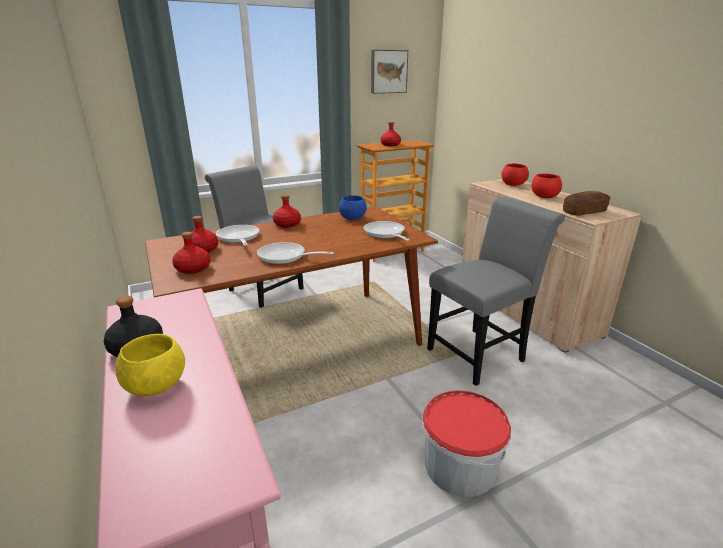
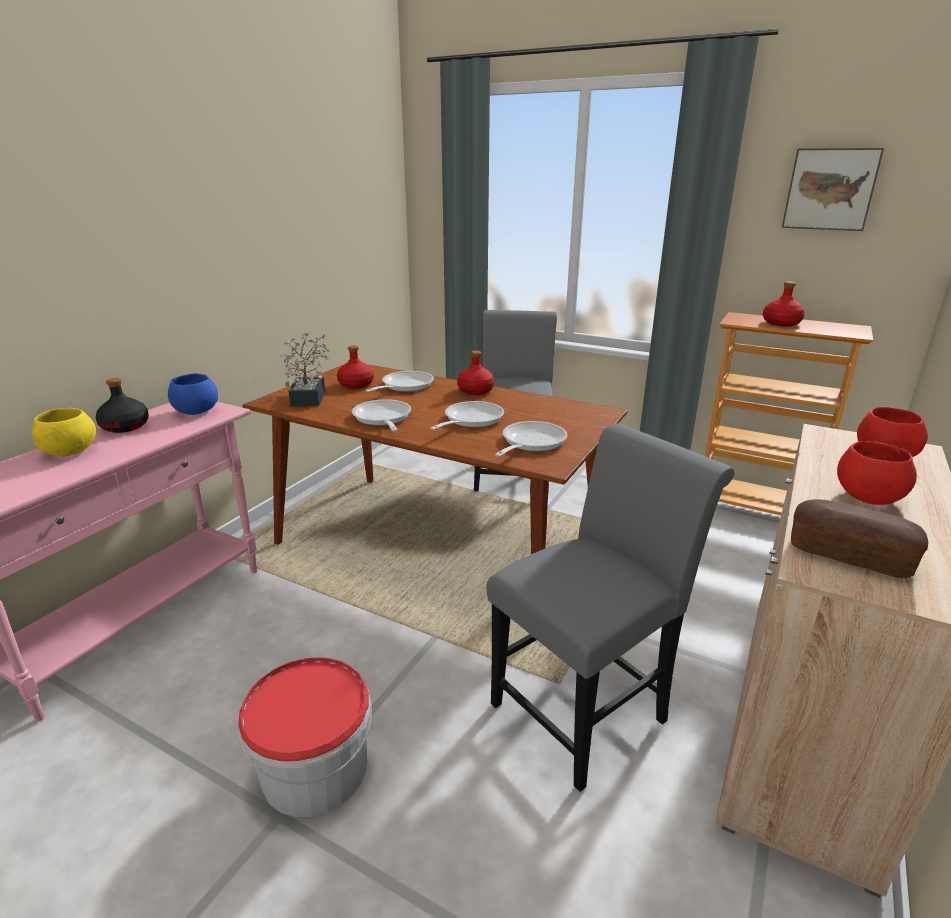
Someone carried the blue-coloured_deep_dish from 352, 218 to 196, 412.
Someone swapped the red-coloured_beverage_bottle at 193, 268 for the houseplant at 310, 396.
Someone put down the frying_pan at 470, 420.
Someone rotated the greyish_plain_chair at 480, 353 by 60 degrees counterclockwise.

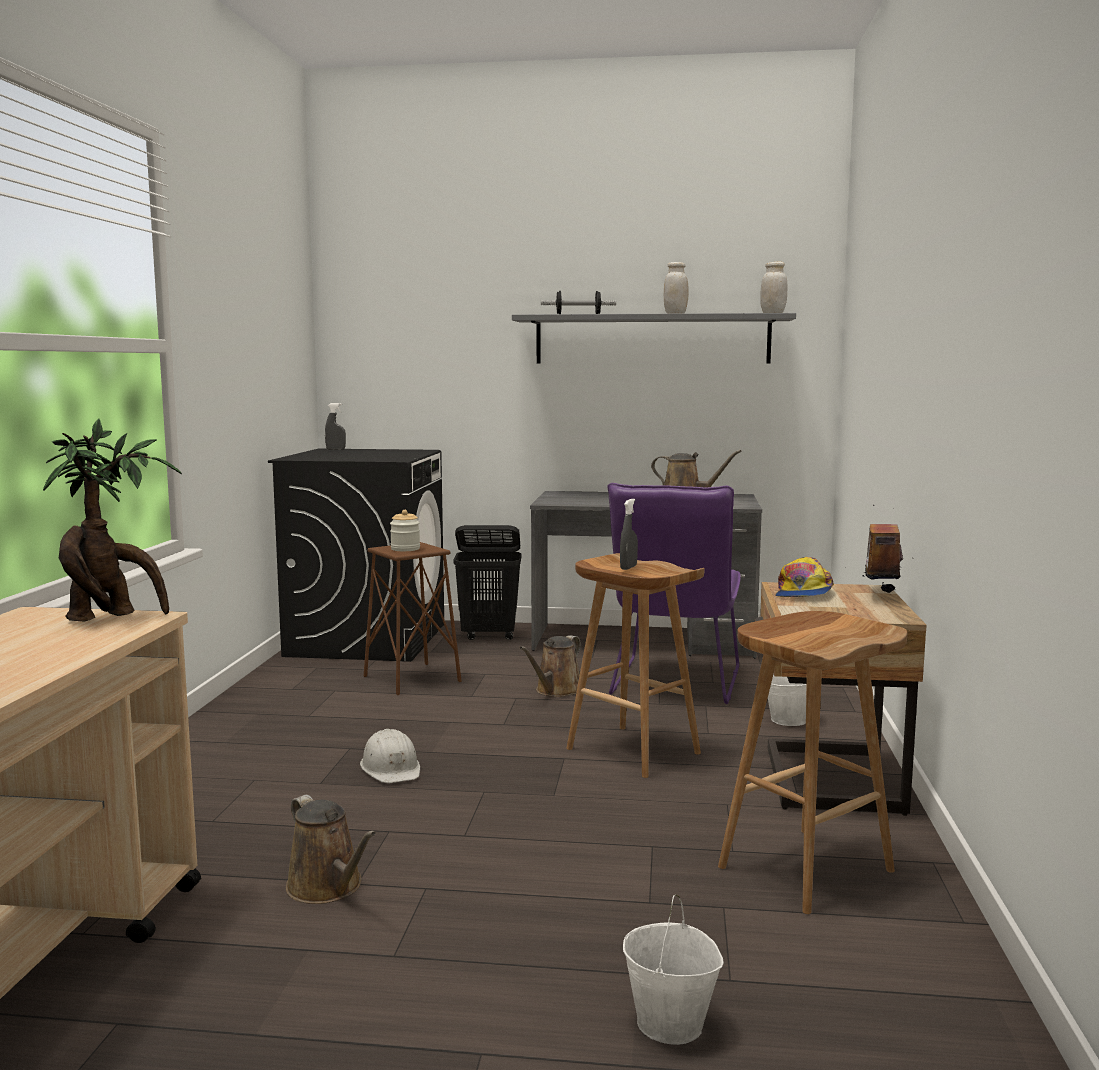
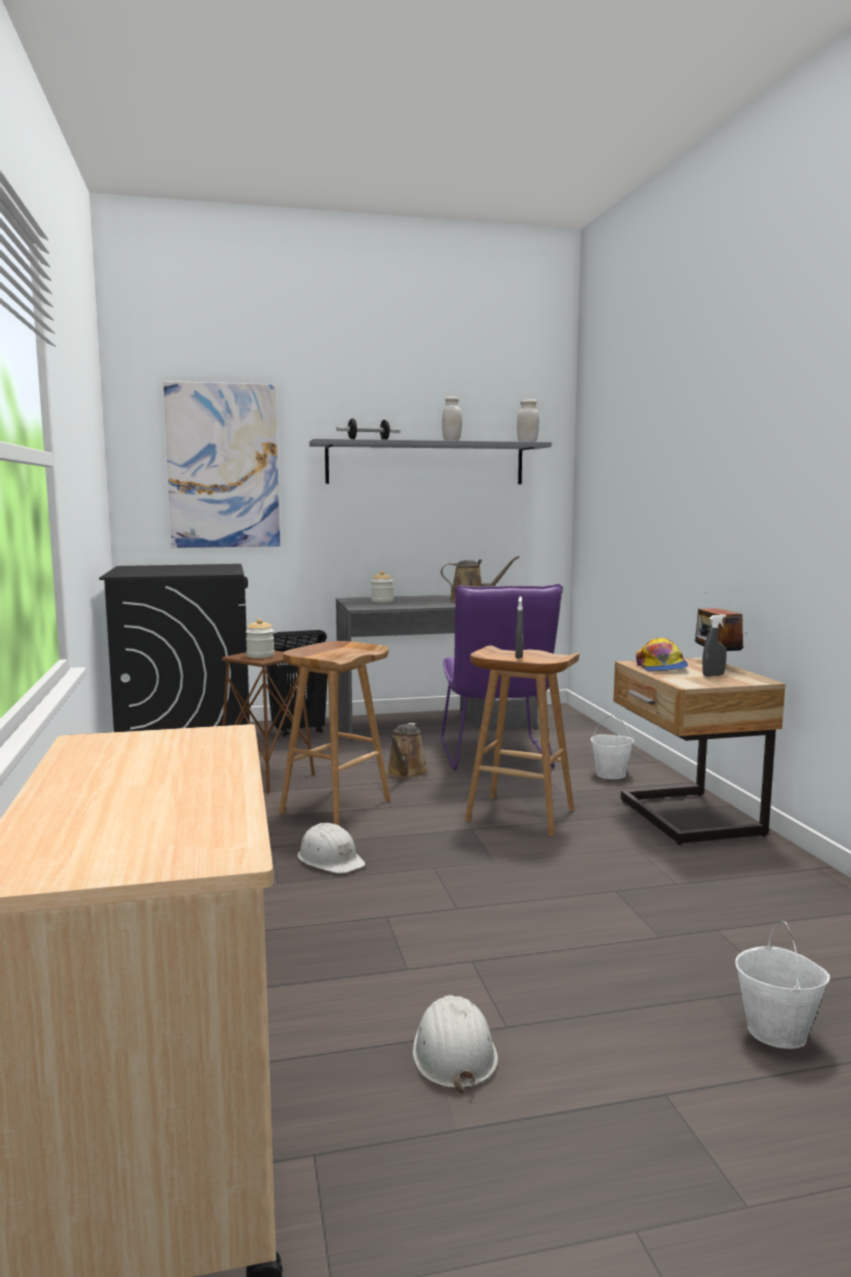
Someone put up the wall_art at 223, 466.
Someone carried the brown-coloured_stool_seat from 805, 867 to 335, 806.
Someone put down the jar at 382, 601.
Someone put down the whitish_work_helmet at 453, 1052.
Someone carried the greyish_sprayer from 335, 449 to 713, 675.
Someone took away the houseplant at 111, 617.
Someone took away the brown-coloured_watering_can at 328, 888.

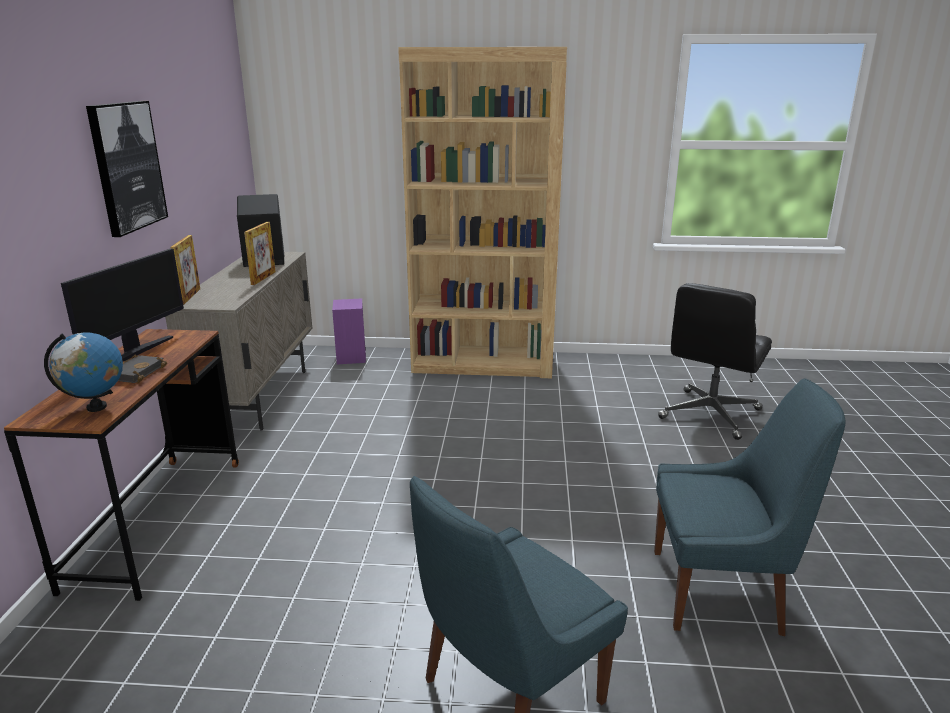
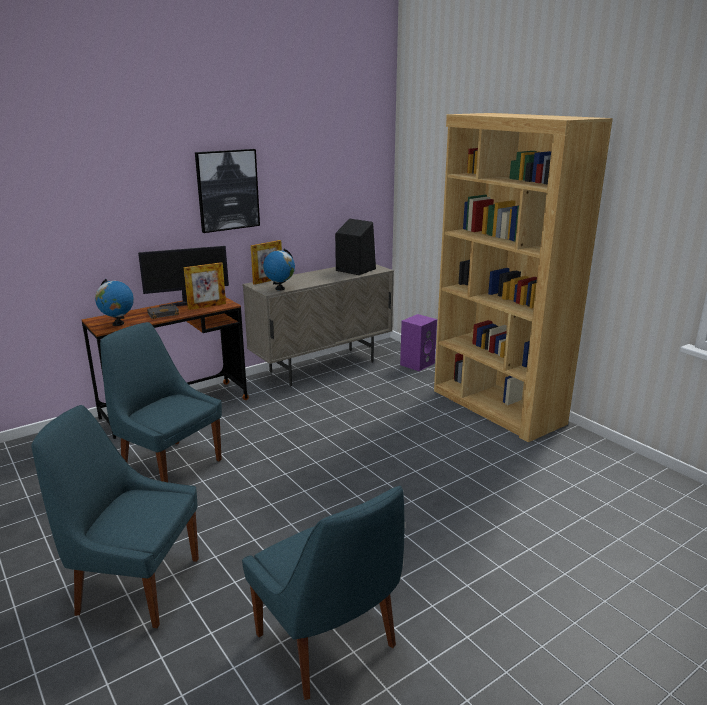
Someone put down the blue-coloured_plain_chair at 169, 465.
Someone carried the standing_frame from 263, 278 to 207, 306.
Someone put down the world_globe at 280, 288.
Someone took away the blackish_computer_chair at 710, 415.

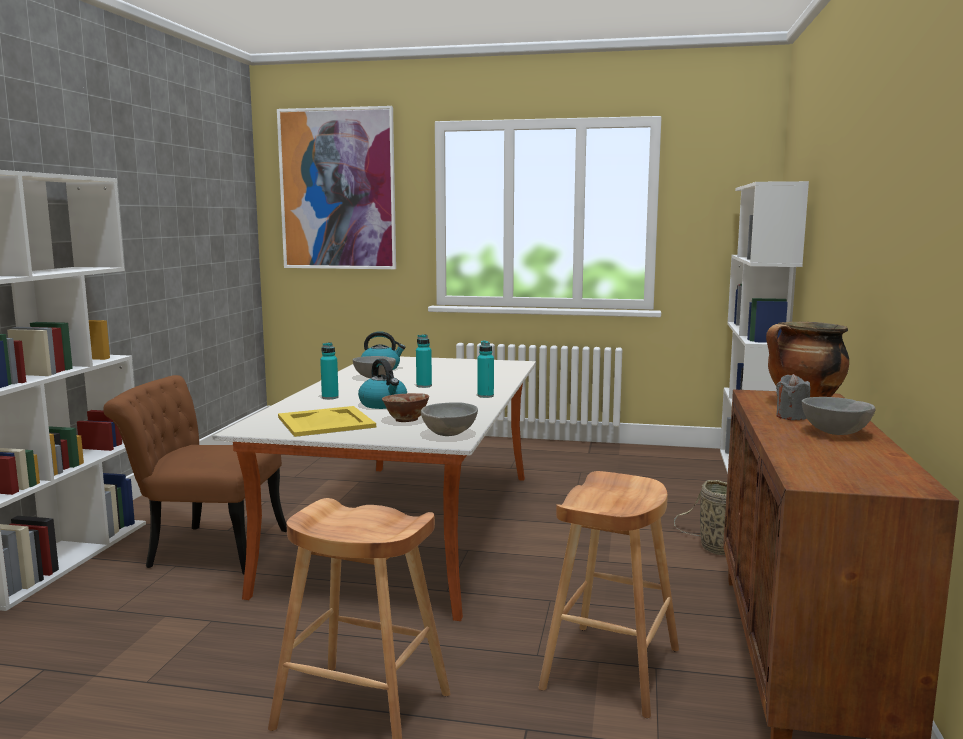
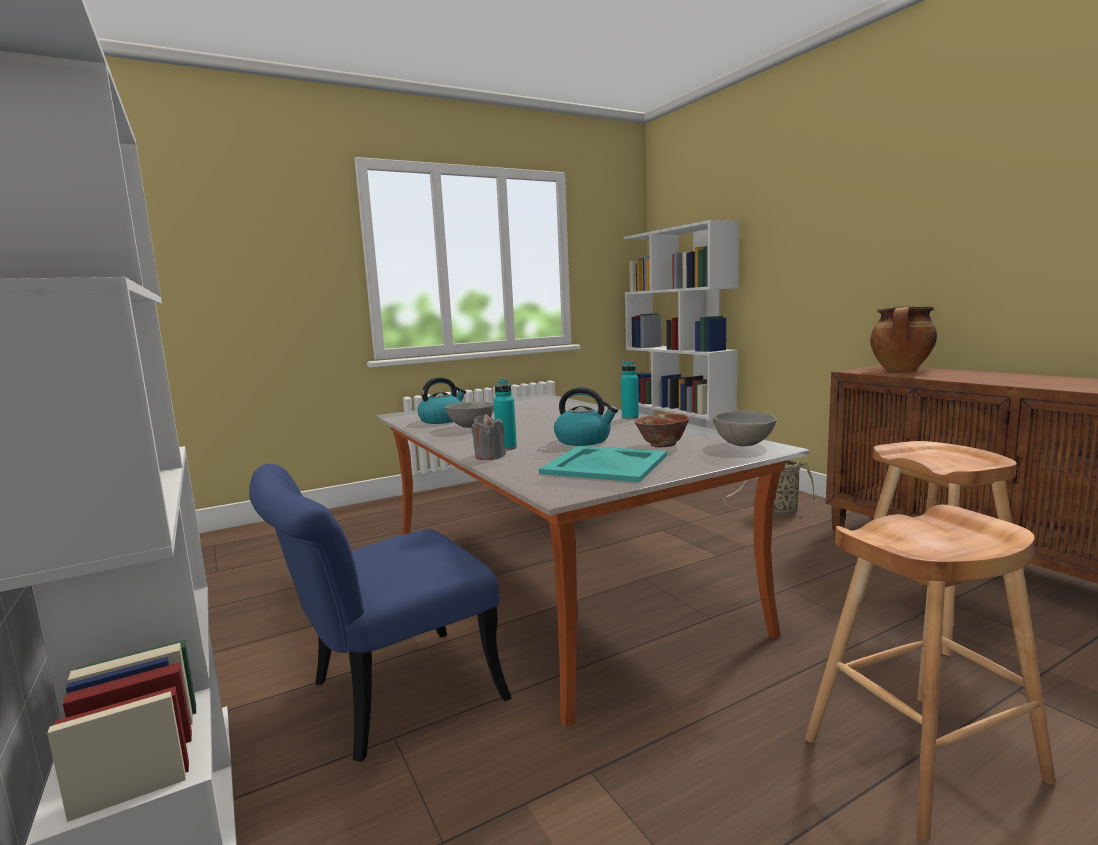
Someone repainted the brown-coloured_plain_chair at 204, 548, which became the blue-coloured_plain_chair at 387, 698.
Someone carried the greyish_candle from 791, 417 to 489, 456.
Someone repainted the yellow-coloured_tray at 326, 422, which became the blue-green_tray at 604, 464.
Someone took away the wall_art at 337, 189.
Someone took away the blue-green_beverage_bottle at 424, 386.
Someone took away the greyish_deep_dish at 834, 432.

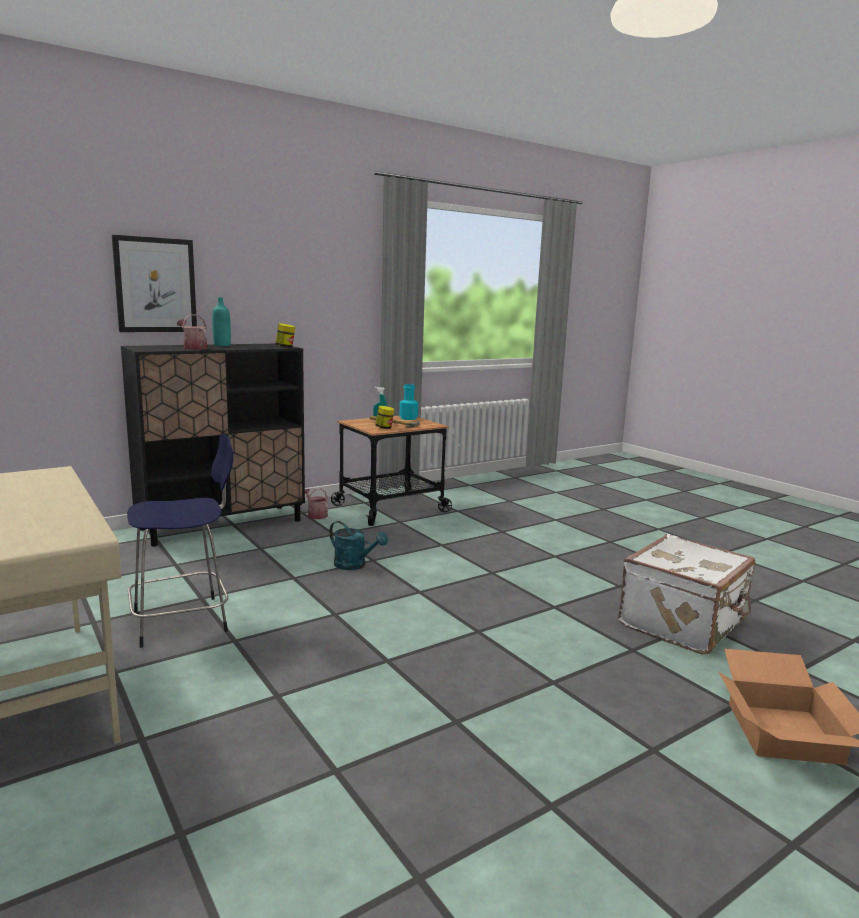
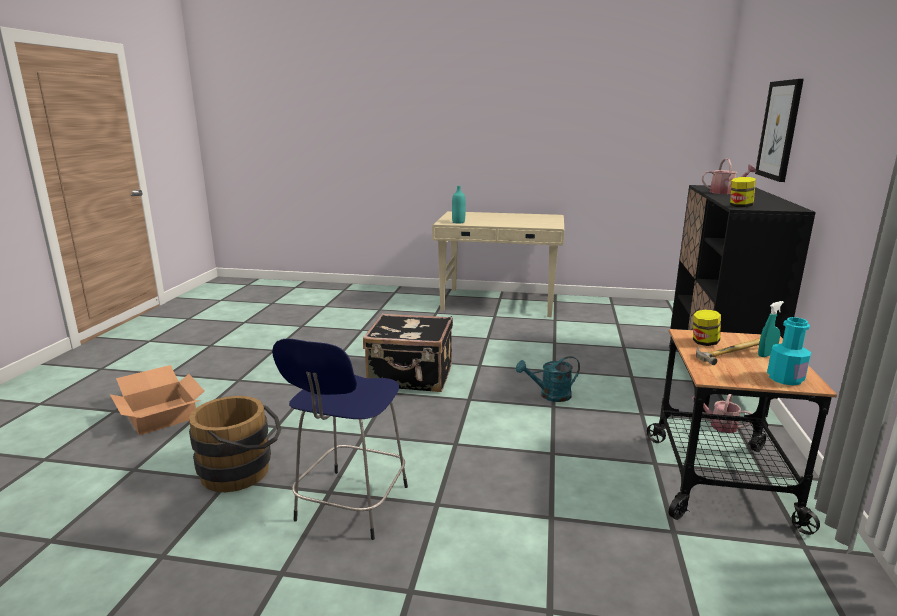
Someone swapped the whitish_suitcase at 684, 624 for the brown-coloured_bucket at 242, 472.
Someone carried the blue-coloured_stool_seat from 184, 620 to 350, 505.
Someone put down the blackish_suitcase at 411, 377.
Someone carried the blue-green_beverage_bottle from 222, 345 to 458, 222.
Someone rotated the watering_can at 316, 515 by 150 degrees counterclockwise.

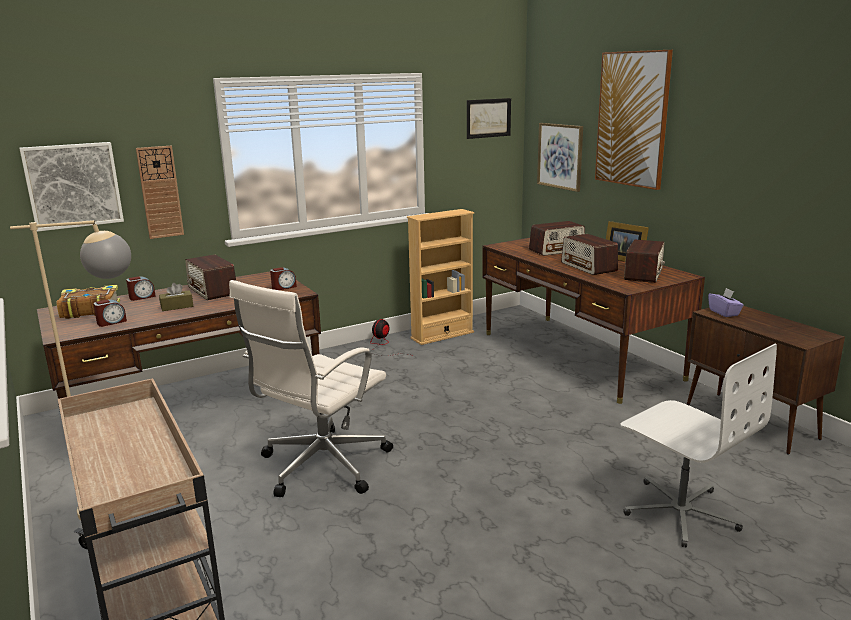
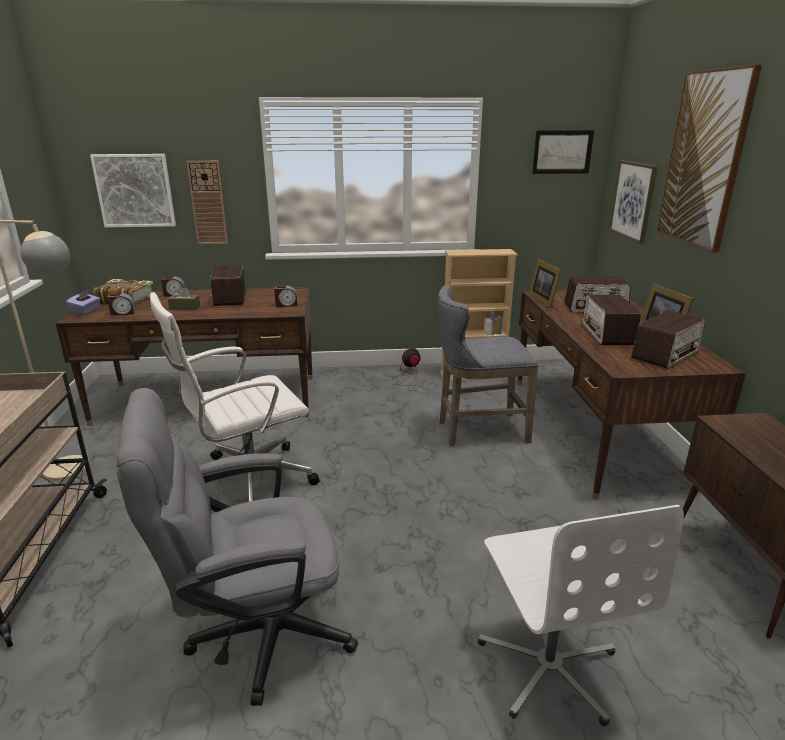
Someone carried the purple_box_of_tissues from 724, 312 to 86, 312.
Someone put down the greyish_computer_chair at 256, 634.
Someone put down the greyish_stool_seat at 477, 431.
Someone put down the standing_frame at 544, 300.

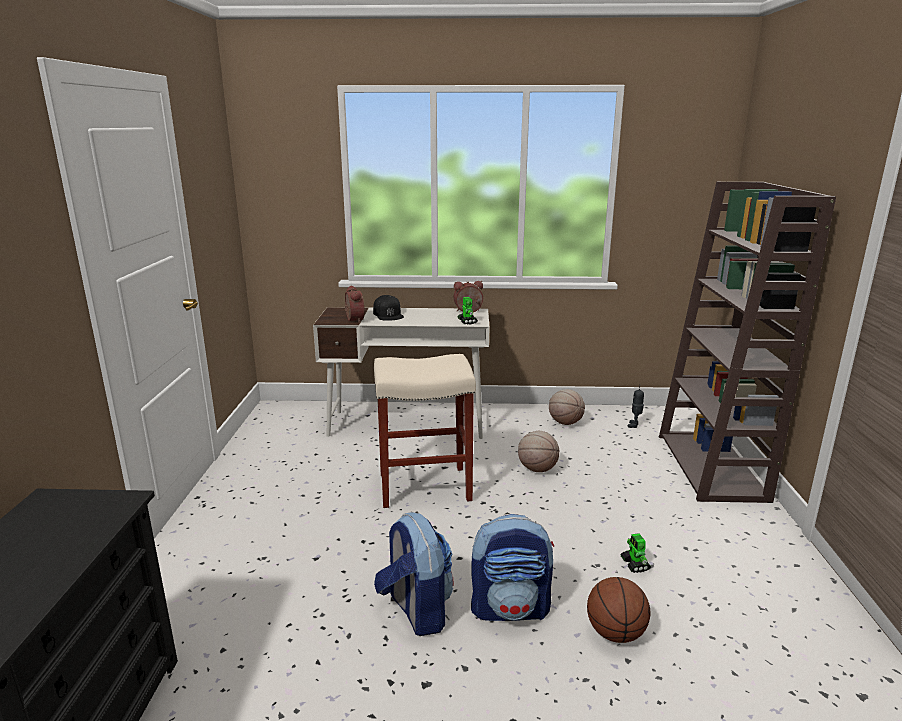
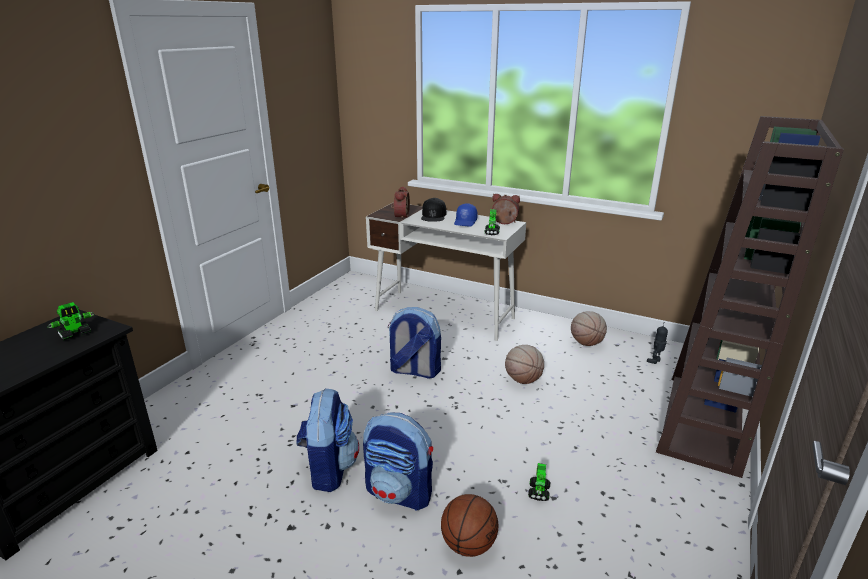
Someone put down the toy_robot at 76, 334.
Someone swapped the beige-coloured_stool_seat at 423, 487 for the rucksack at 414, 371.
Someone put down the blue-coloured_baseball_cap at 465, 222.

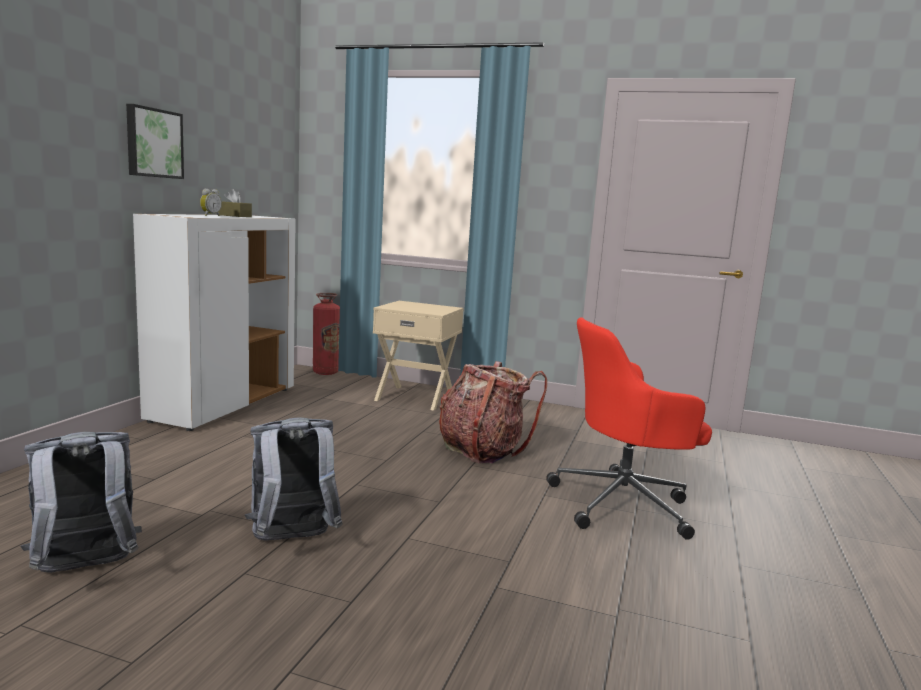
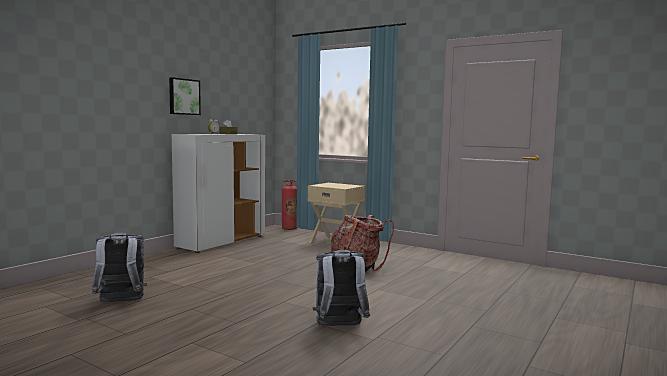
Someone carried the greyish_rucksack from 292, 541 to 340, 327.
Someone took away the red-coloured_computer_chair at 624, 504.

